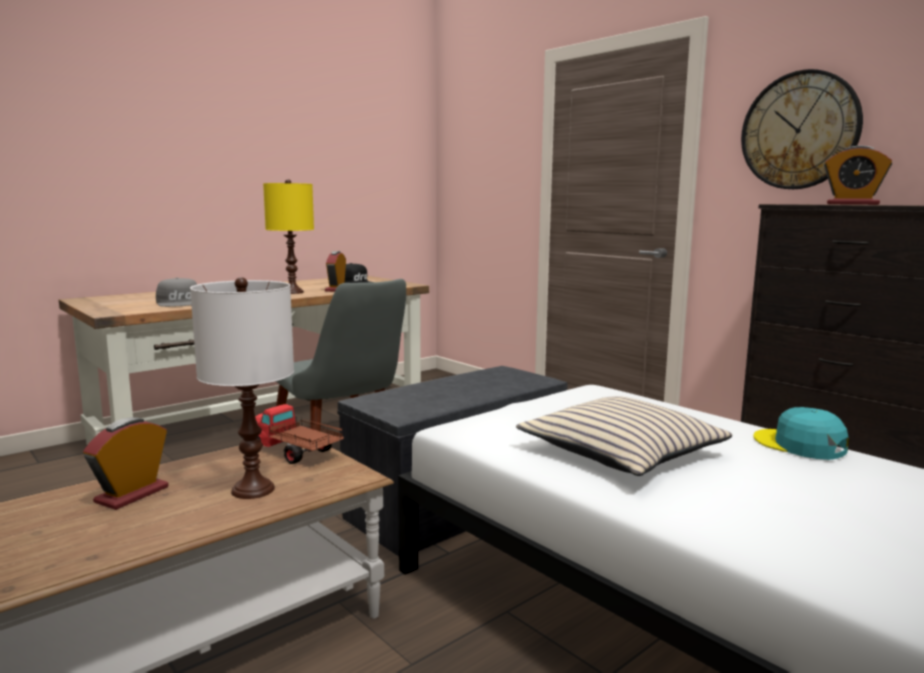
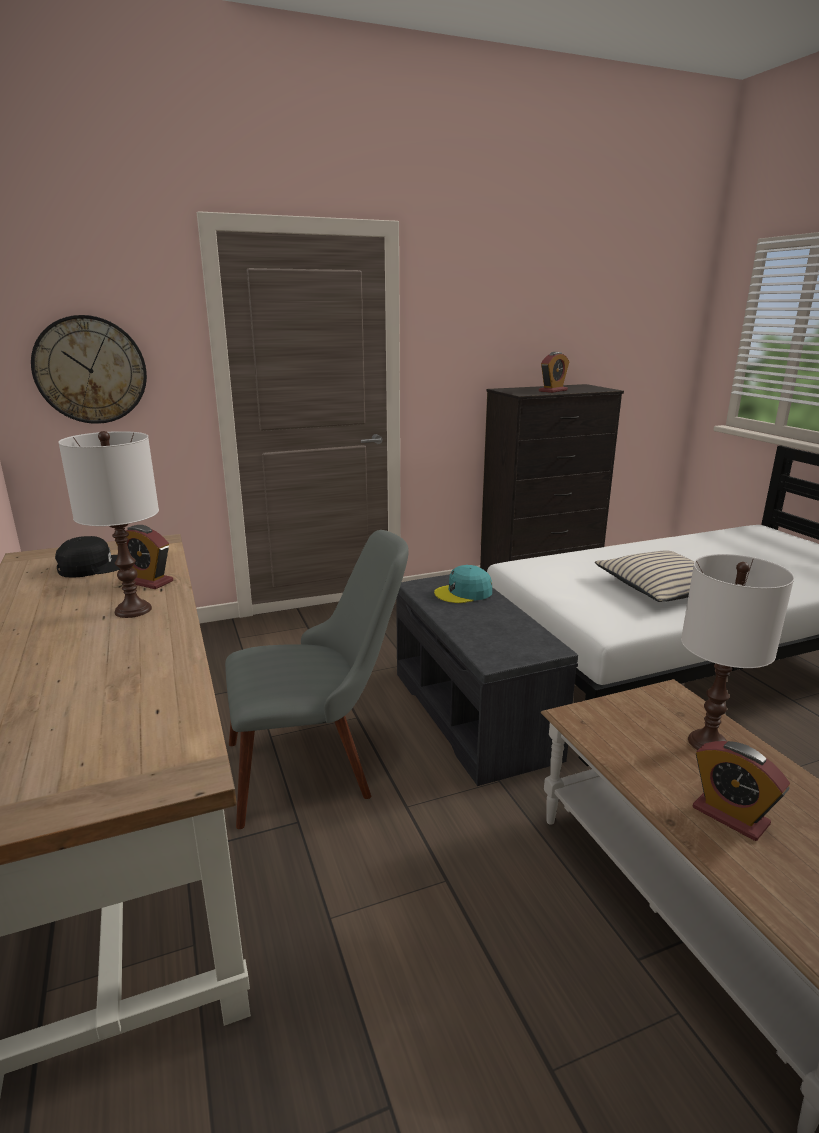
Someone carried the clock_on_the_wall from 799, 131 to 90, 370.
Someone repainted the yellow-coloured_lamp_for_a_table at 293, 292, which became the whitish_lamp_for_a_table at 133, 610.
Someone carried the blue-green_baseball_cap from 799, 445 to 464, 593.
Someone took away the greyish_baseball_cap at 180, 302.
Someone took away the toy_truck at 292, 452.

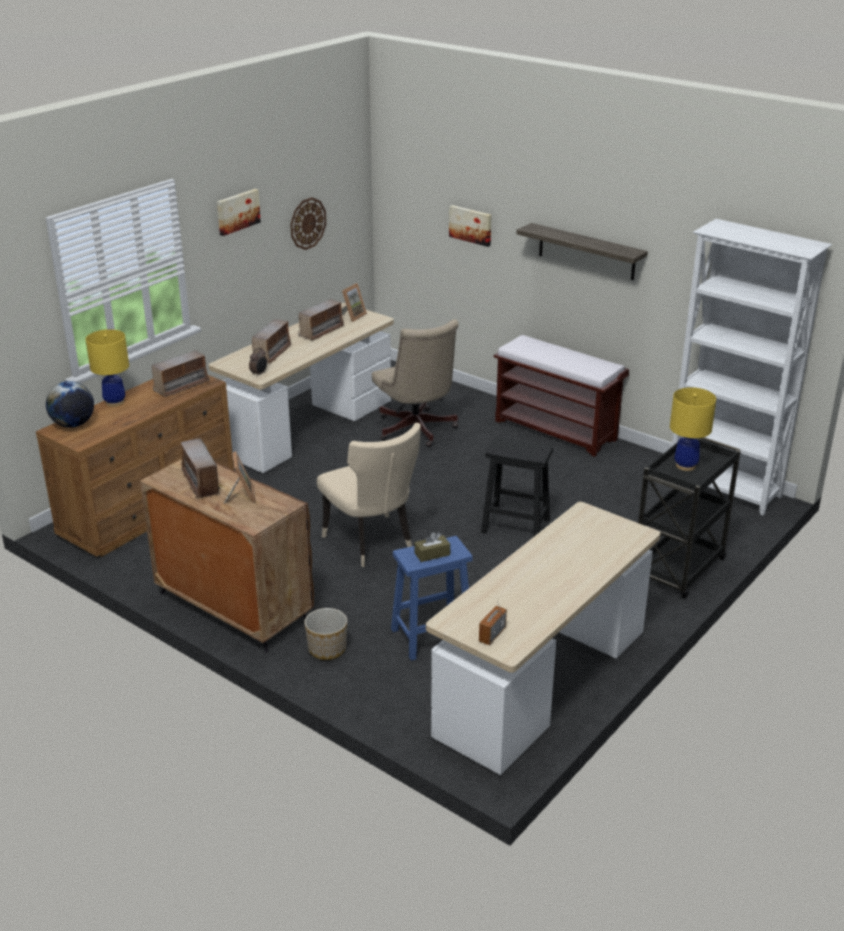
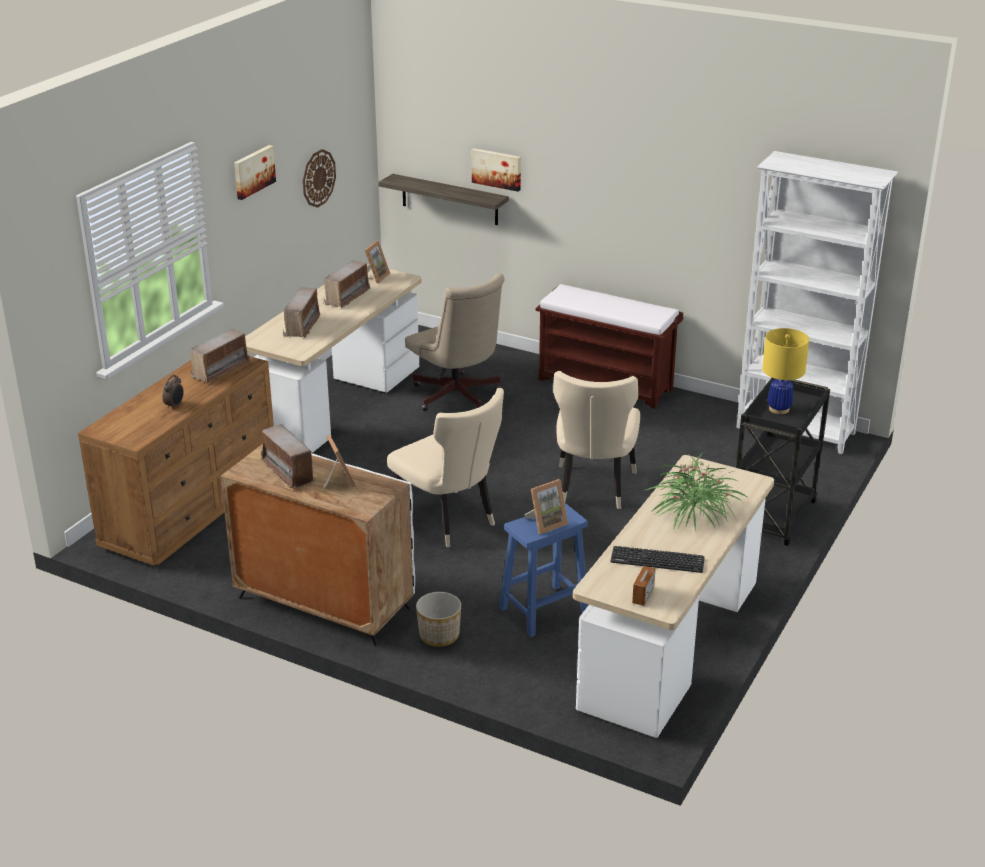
Someone carried the table_clock from 259, 374 to 175, 406.
Someone repainted the brown-coloured_cabinet at 233, 607, which became the whitish_cabinet at 323, 603.
Someone carried the wall_shelf from 586, 252 to 449, 199.
Someone swapped the brown-coloured_box_of_tissues at 432, 554 for the standing_frame at 546, 523.
Someone swapped the blackish_stool_seat at 514, 526 for the beige-coloured_plain_chair at 593, 489.
Someone put down the PC_keyboard at 657, 560.
Someone put down the houseplant at 694, 513.
Someone took away the world_globe at 73, 424.
Someone took away the yellow-coloured_lamp_for_a_table at 115, 402.

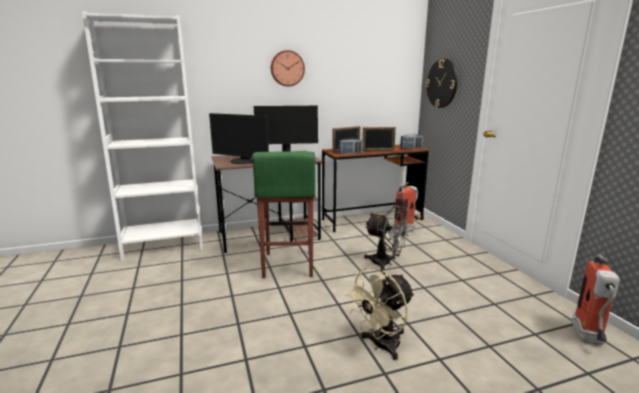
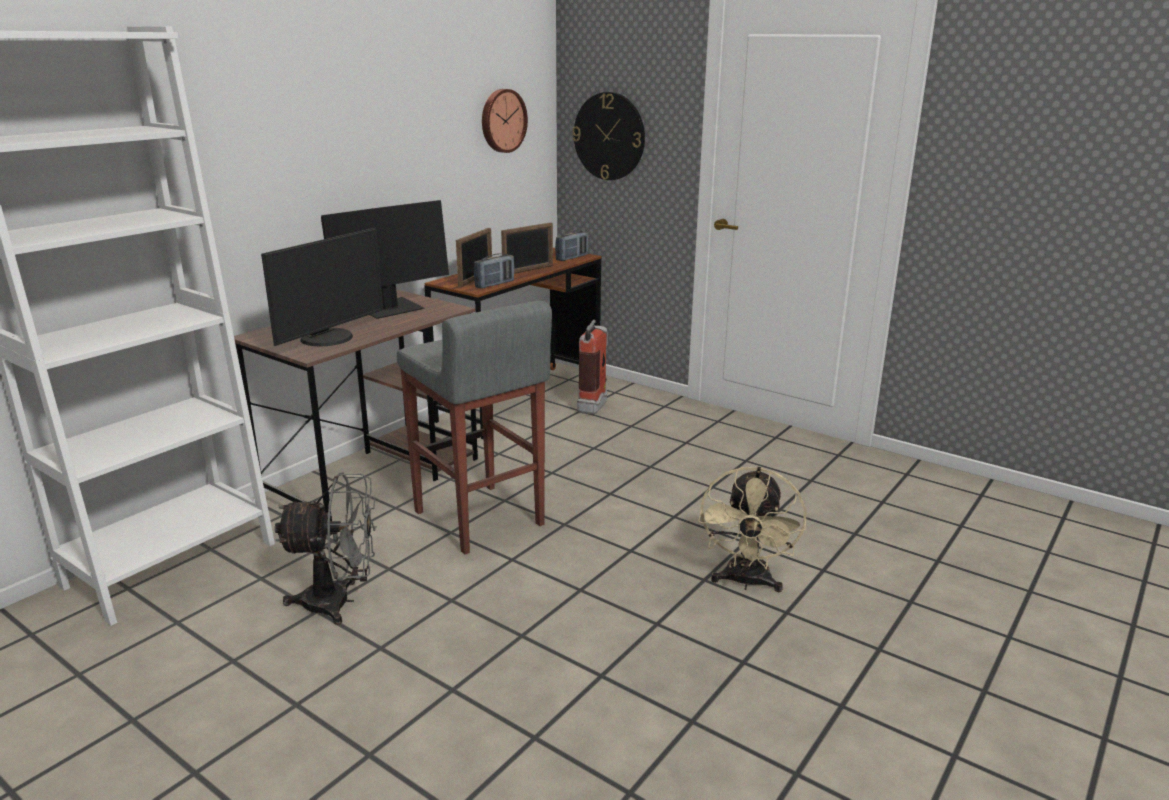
Someone rotated the computer_screen at 241, 162 by 45 degrees counterclockwise.
Someone carried the greyish_fan from 386, 263 to 339, 602.
Someone repainted the greenish_stool_seat at 287, 265, which became the greyish_stool_seat at 478, 519.
Someone carried the clock_on_the_wall from 287, 68 to 502, 120.
Someone took away the extinguisher at 588, 339.

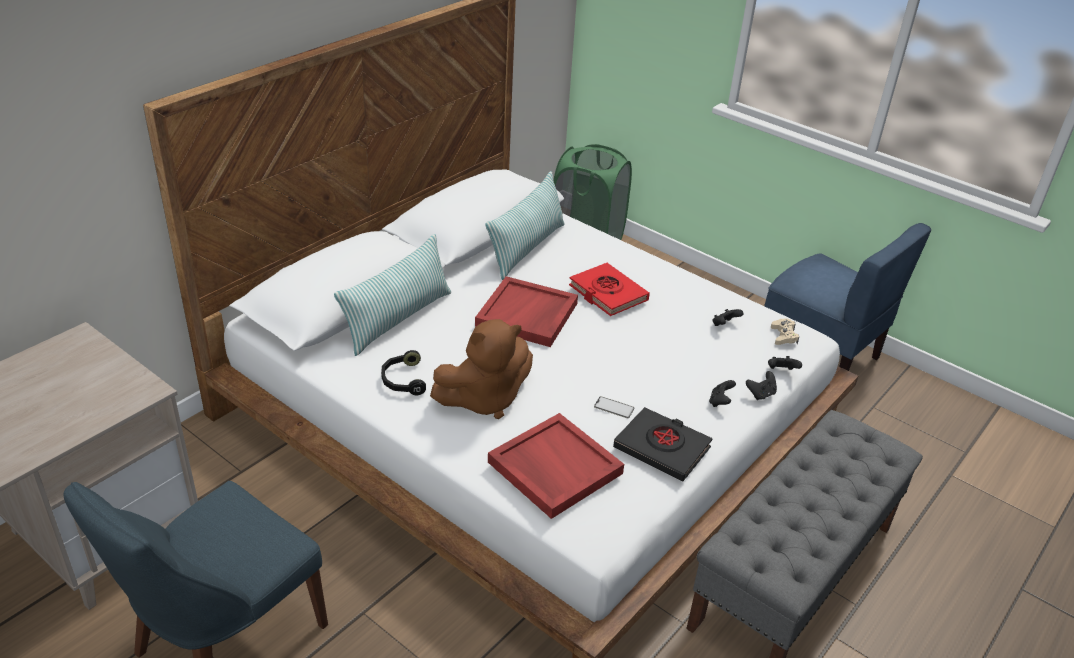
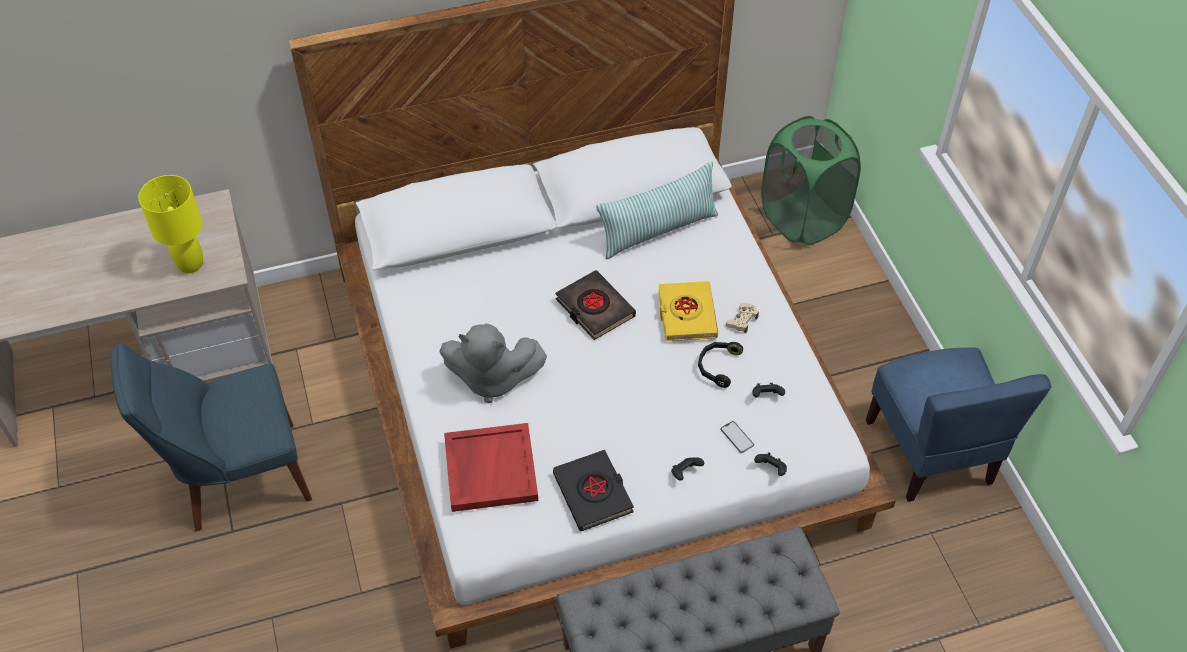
Someone put down the yellow-coloured_lamp_for_a_table at 190, 264.
Someone repainted the brown-coloured_cuddly_toy at 484, 399, which became the greyish_cuddly_toy at 491, 379.
Someone swapped the red-coloured_tray at 527, 315 for the blackish_bound_book at 594, 308.
Someone repainted the red-coloured_bound_book at 607, 293, which became the yellow-coloured_bound_book at 686, 315.
Someone carried the blackish_pair_of_headphones from 402, 380 to 717, 366.
Someone carried the handset from 614, 407 to 737, 437.
Someone carried the beige-coloured_gamepad from 783, 336 to 742, 320.
Someone took away the cushion at 398, 319.
Someone took away the blackish_gamepad at 761, 394.

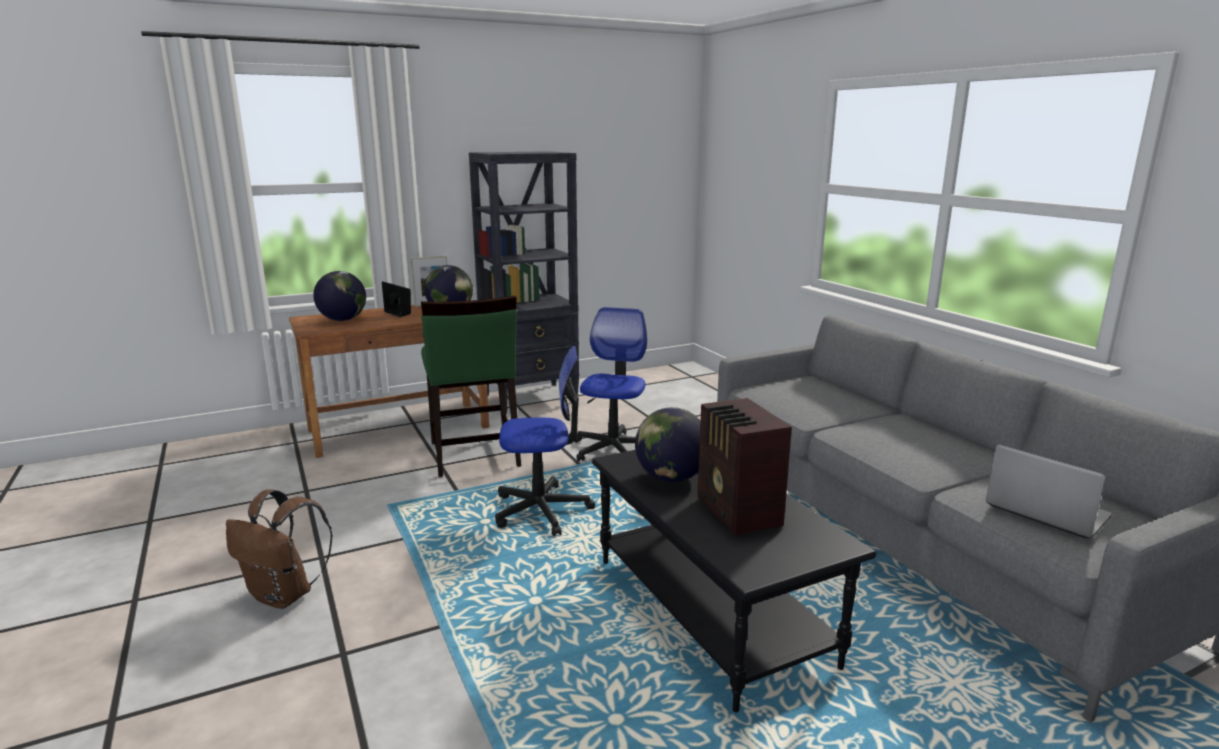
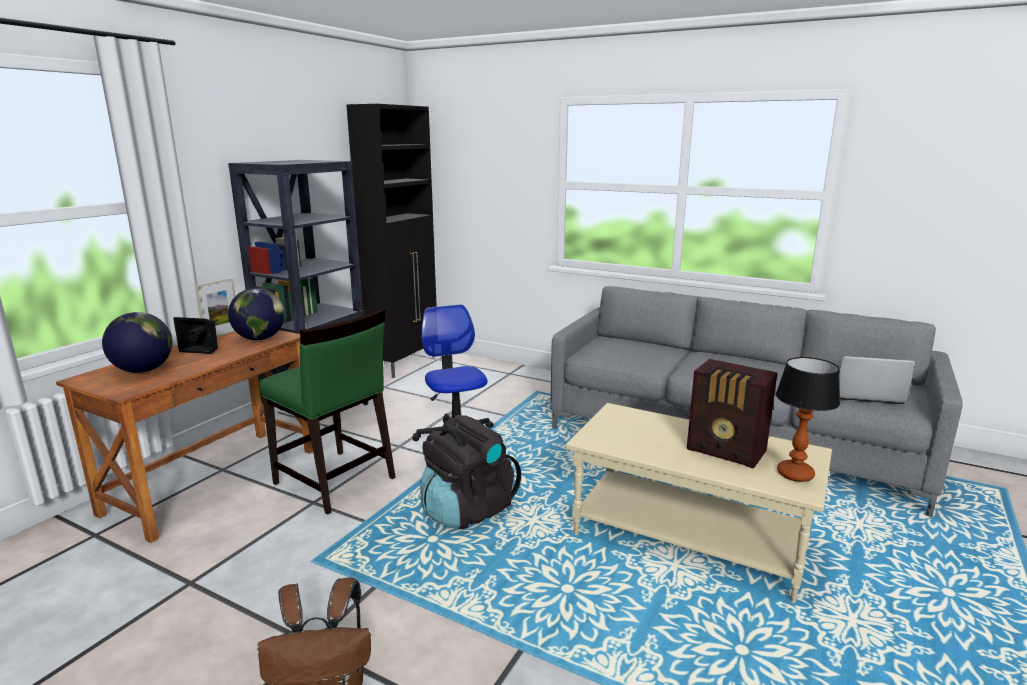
Someone put down the blackish_cabinet at 405, 364.
Someone swapped the computer_chair at 542, 510 for the blackish_rucksack at 467, 510.
Someone repainted the blackish_low_table at 712, 611, which became the beige-coloured_low_table at 689, 538.
Someone put down the lamp_for_a_table at 794, 474.
Someone took away the world_globe at 670, 478.

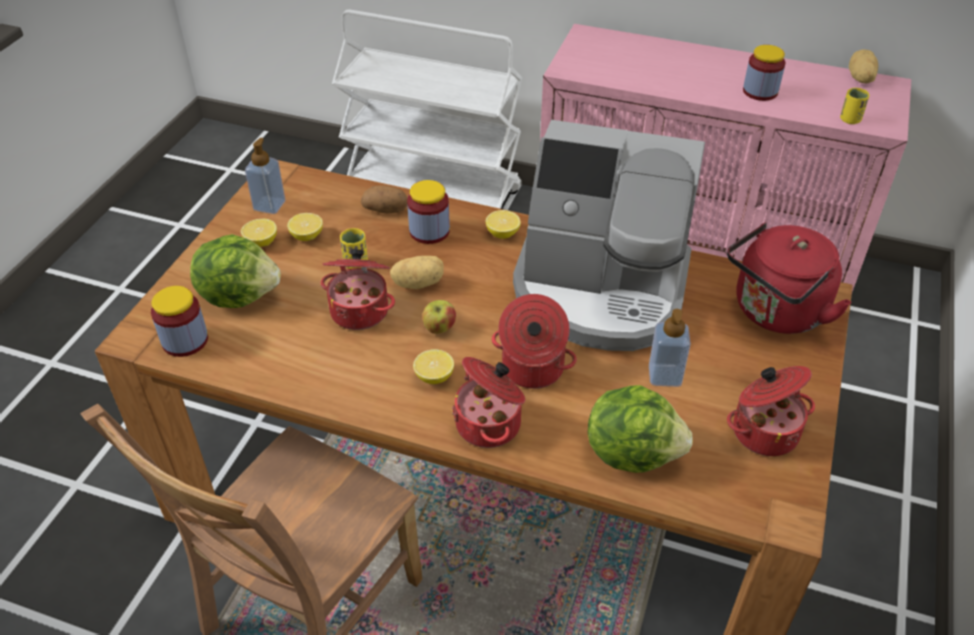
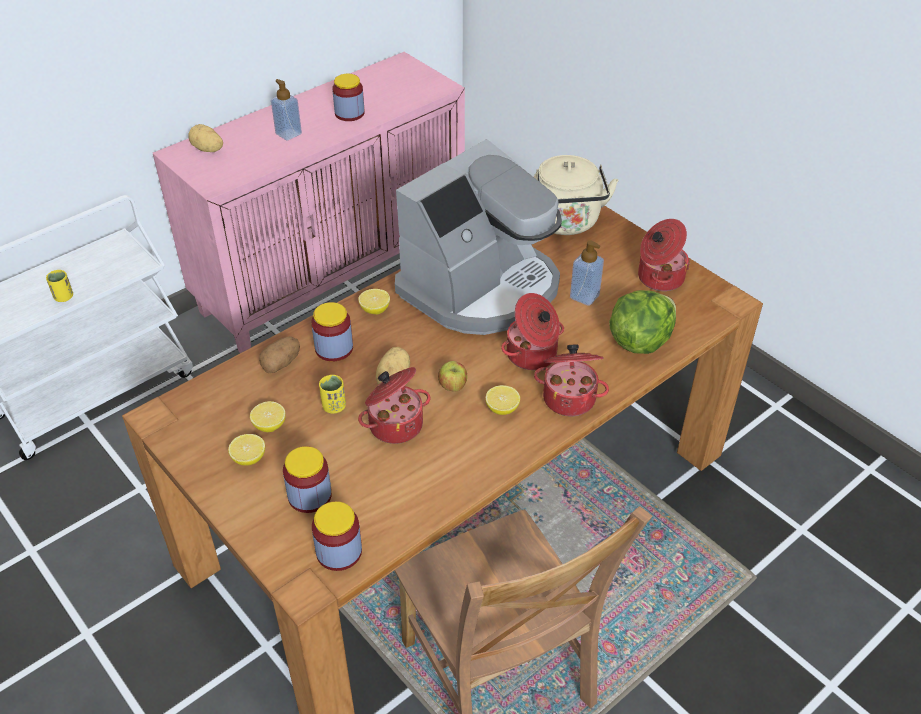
Someone carried the yellow-coloured_cup from 850, 120 to 64, 297.
Someone carried the potato from 859, 79 to 207, 149.
Someone carried the liquid_soap_bottle from 269, 205 to 288, 134.
Someone swapped the head_of_lettuce at 240, 295 for the jar at 309, 496.
Someone repainted the red-coloured_kettle at 776, 313, which became the beige-coloured_kettle at 566, 223.

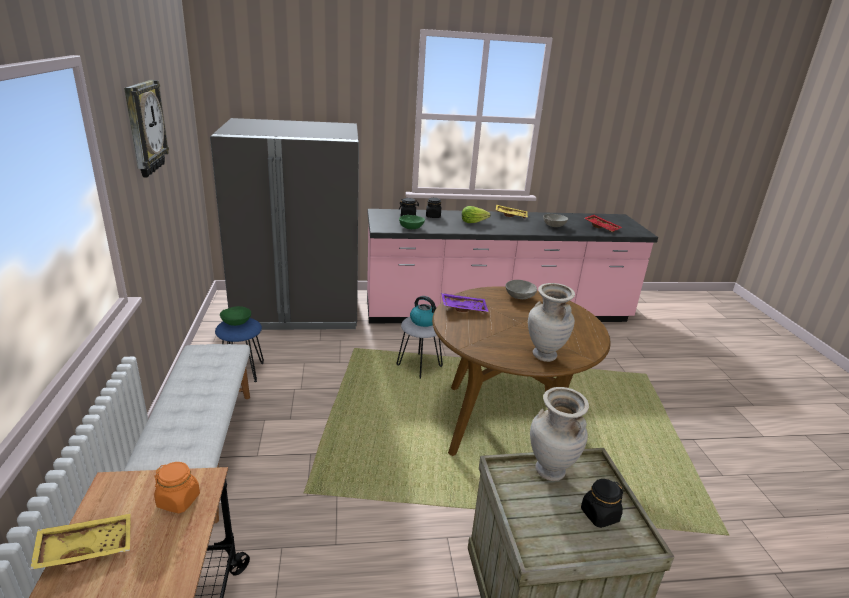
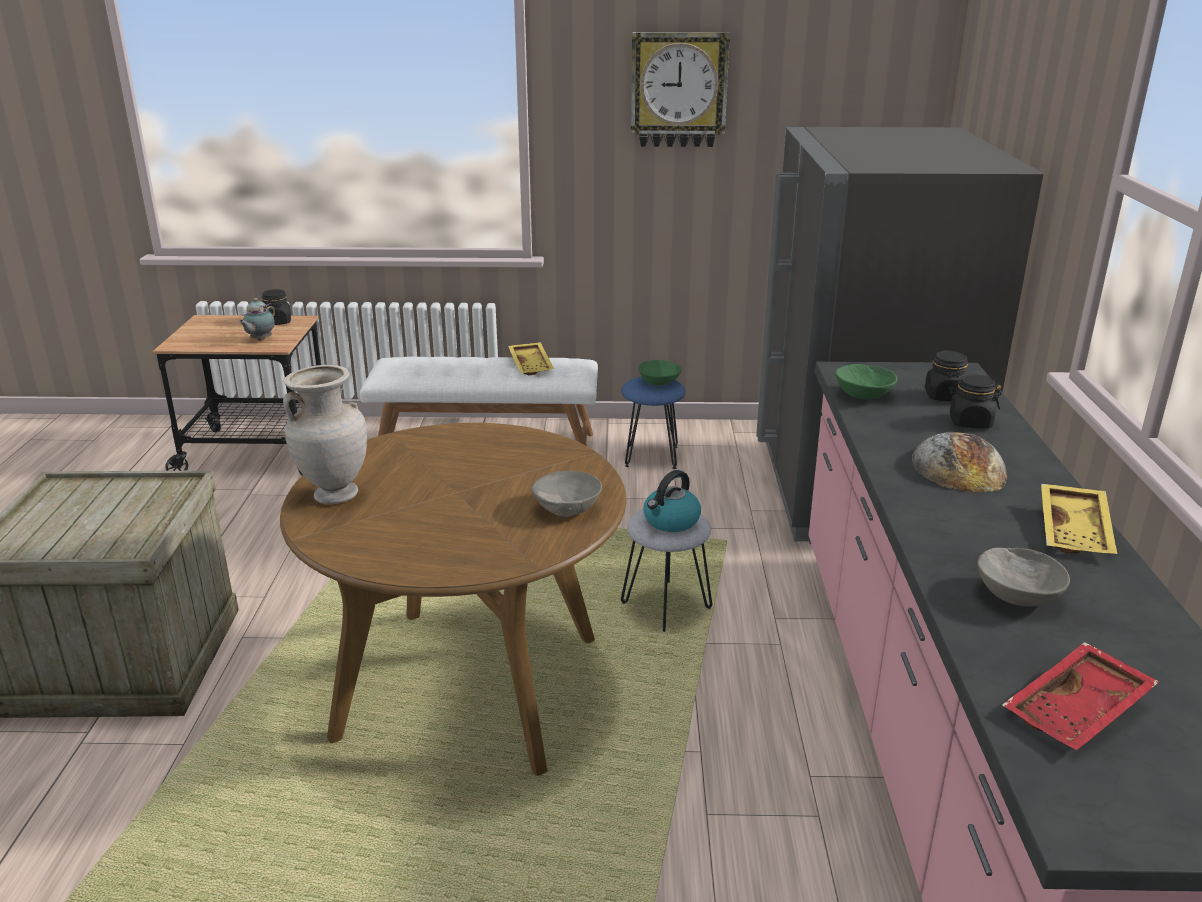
Someone swapped the orangey_jar at 179, 500 for the pot_for_tea at 260, 340.
Someone carried the blackish_jar from 599, 515 to 277, 322.
Someone carried the yellow-coloured_tray from 86, 547 to 532, 365.
Someone swapped the head_of_lettuce at 473, 222 for the bread at 959, 466.
Someone took away the purple_tray at 463, 308.
Someone took away the beige-coloured_vase at 549, 472.

